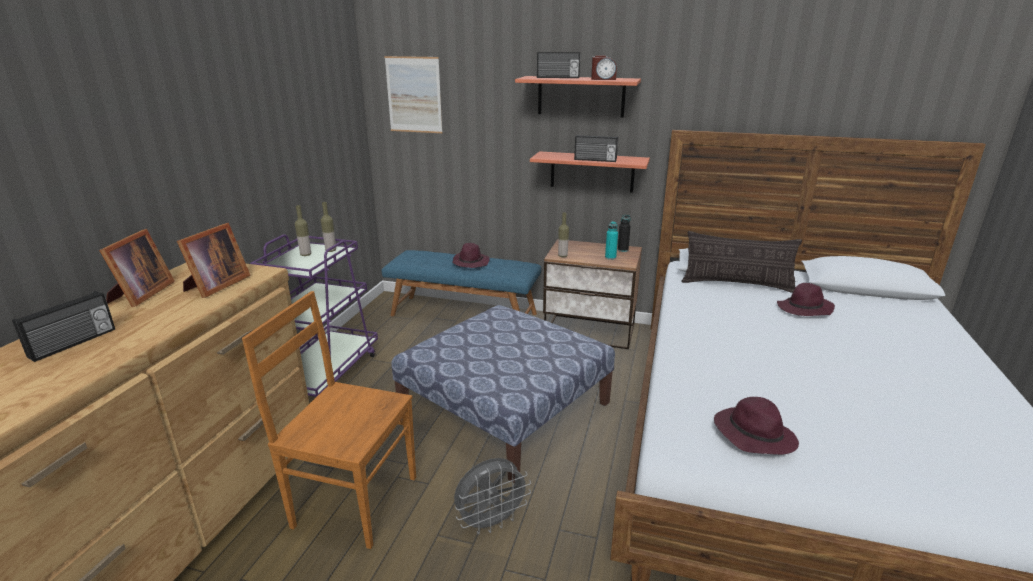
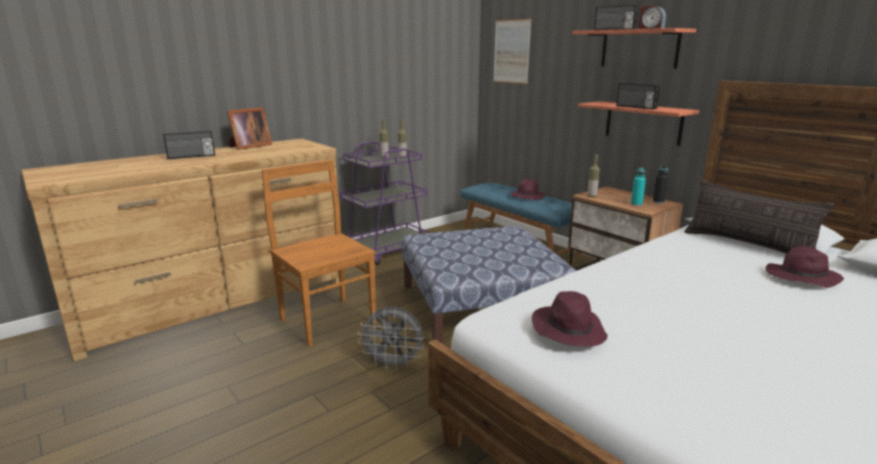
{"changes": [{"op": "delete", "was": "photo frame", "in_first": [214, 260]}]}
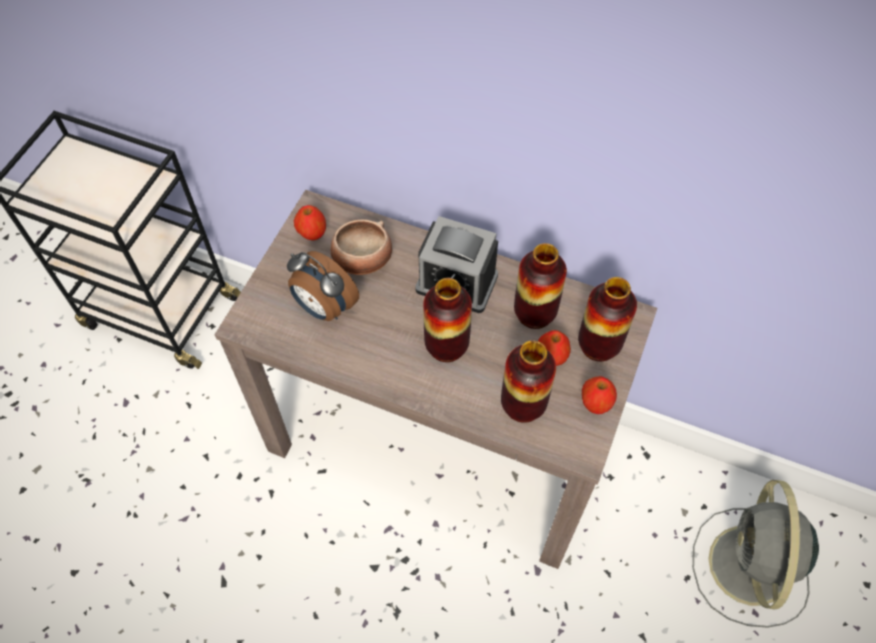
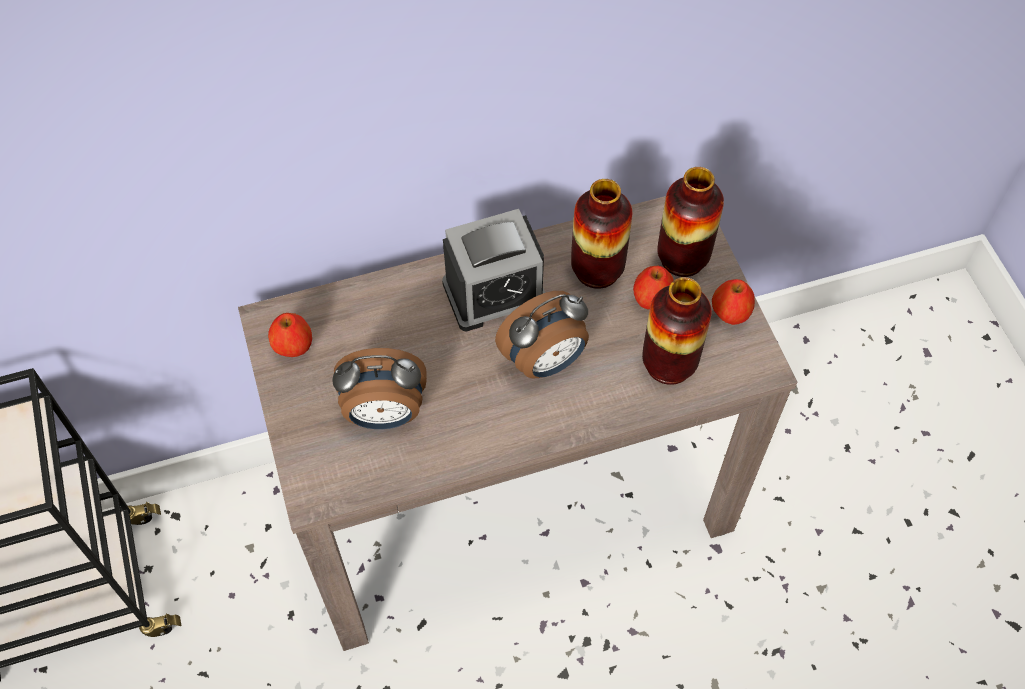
{"changes": [{"op": "delete", "was": "deep dish", "in_first": [361, 247]}, {"op": "delete", "was": "cooling fan in gray", "in_first": [756, 554]}, {"op": "replace", "was": "vase", "now": "alarm clock", "in_first": [447, 320], "in_second": [542, 334]}]}
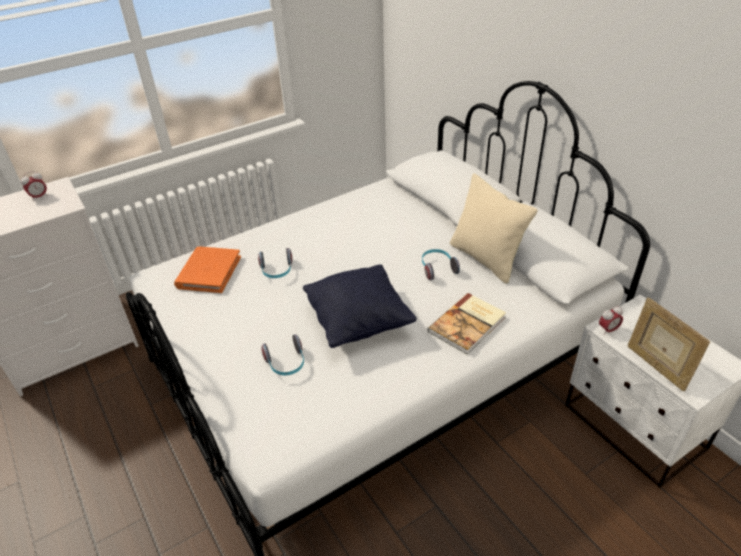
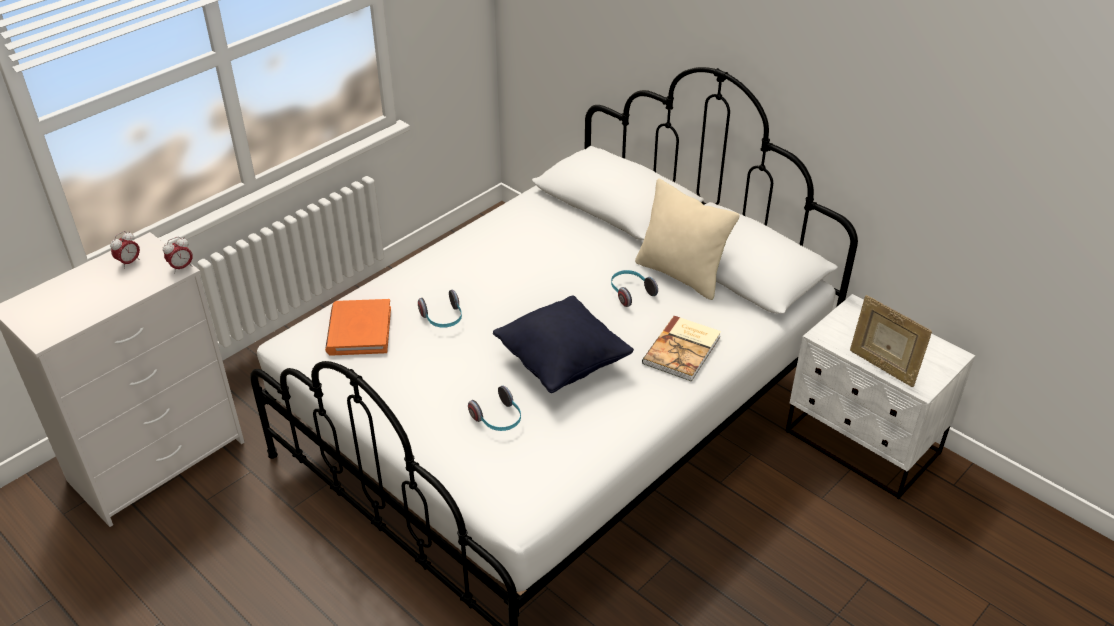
{"changes": [{"op": "move", "was": "alarm clock", "in_first": [611, 320], "in_second": [178, 255]}]}
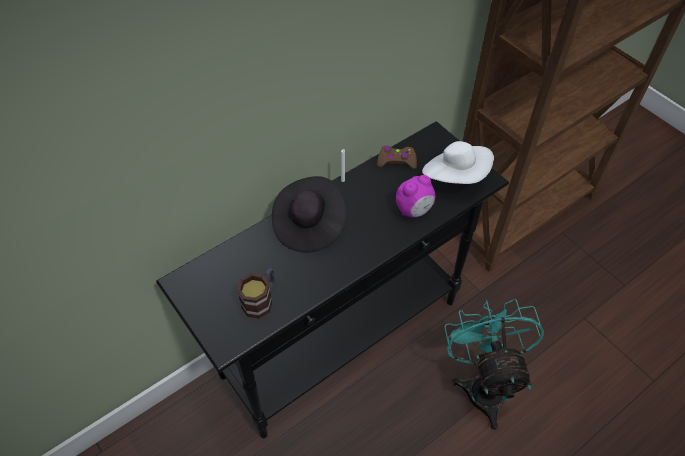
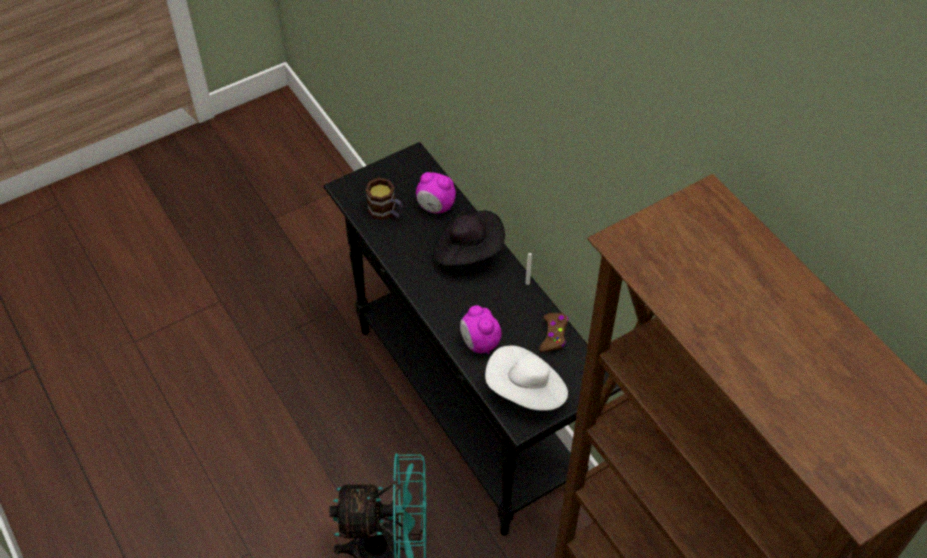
{"changes": [{"op": "insert", "now": "alarm clock", "in_second": [436, 193]}]}
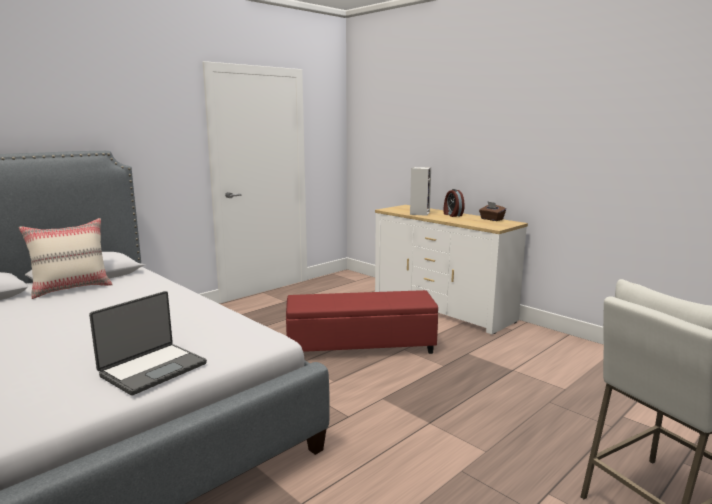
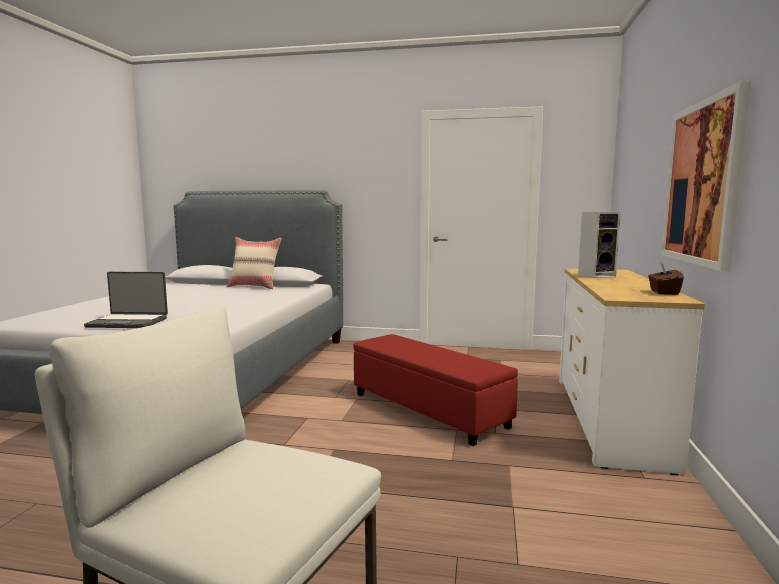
{"changes": [{"op": "delete", "was": "alarm clock", "in_first": [454, 203]}, {"op": "insert", "now": "wall picture", "in_second": [706, 176]}]}
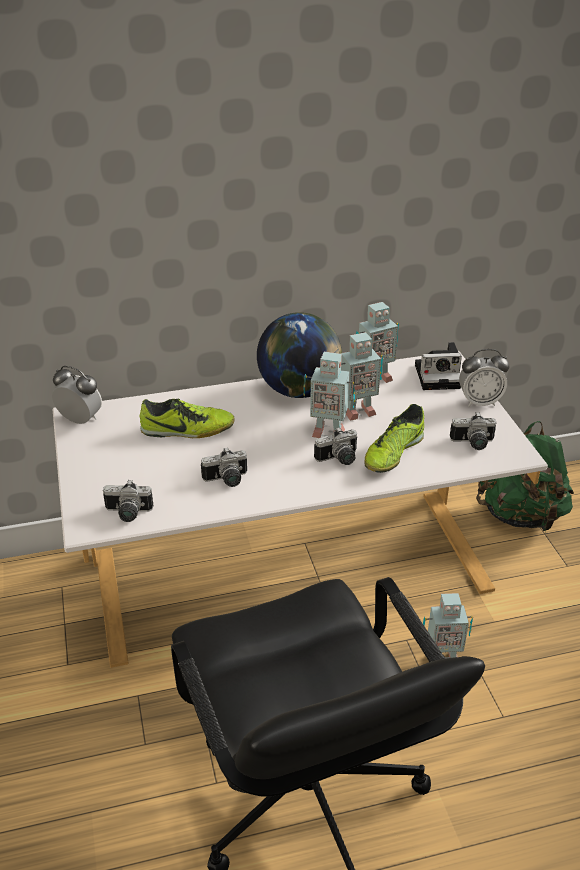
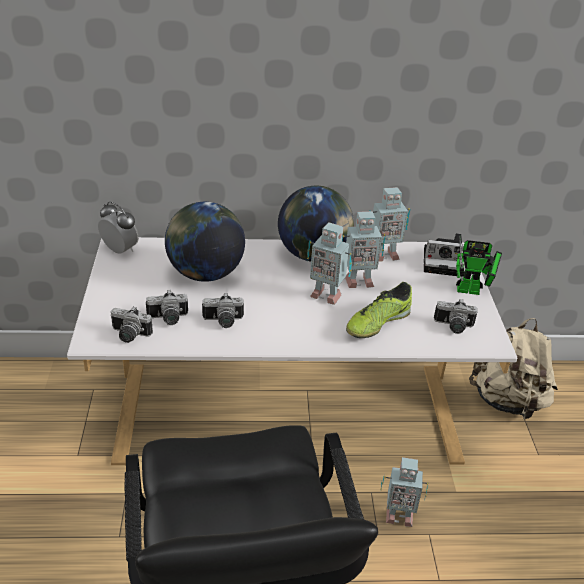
{"changes": [{"op": "move", "was": "photo camera", "in_first": [336, 446], "in_second": [167, 307]}, {"op": "replace", "was": "shoe", "now": "desk globe", "in_first": [187, 418], "in_second": [205, 242]}, {"op": "replace", "was": "alarm clock", "now": "model robot", "in_first": [484, 378], "in_second": [479, 265]}, {"op": "recolor", "was": "backpack in greenish", "now": "backpack in beige-coloured", "in_first": [525, 477], "in_second": [513, 368]}]}
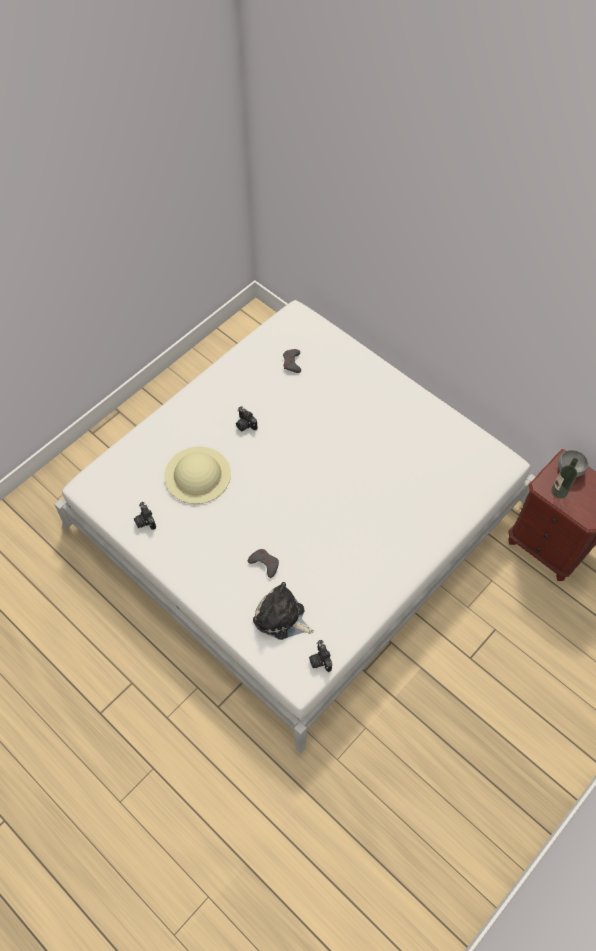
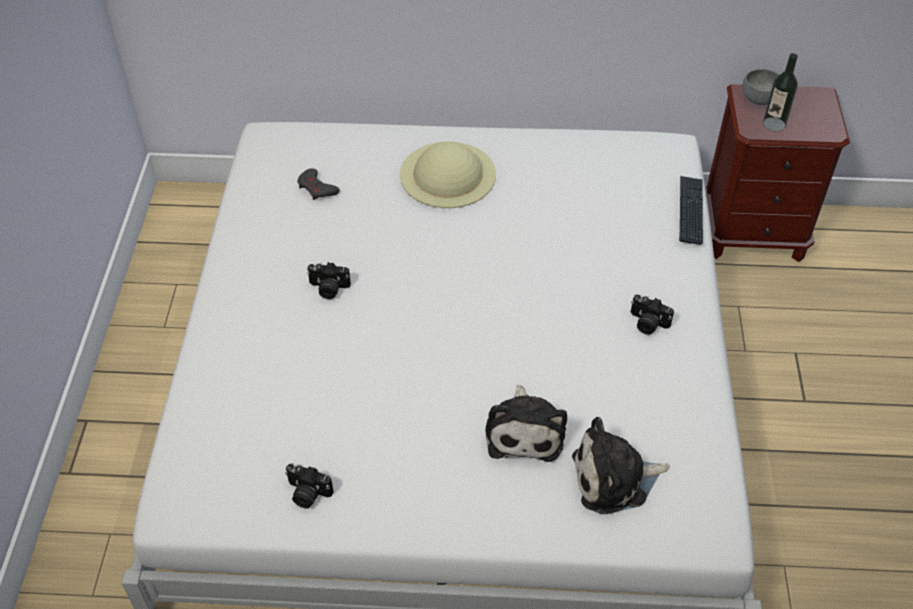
{"changes": [{"op": "insert", "now": "computer keyboard", "in_second": [691, 210]}, {"op": "move", "was": "clothing hat in beige-coloured", "in_first": [197, 475], "in_second": [448, 174]}, {"op": "move", "was": "photo camera", "in_first": [320, 656], "in_second": [652, 314]}, {"op": "replace", "was": "game controller in gray", "now": "cuddly toy", "in_first": [263, 563], "in_second": [526, 423]}]}
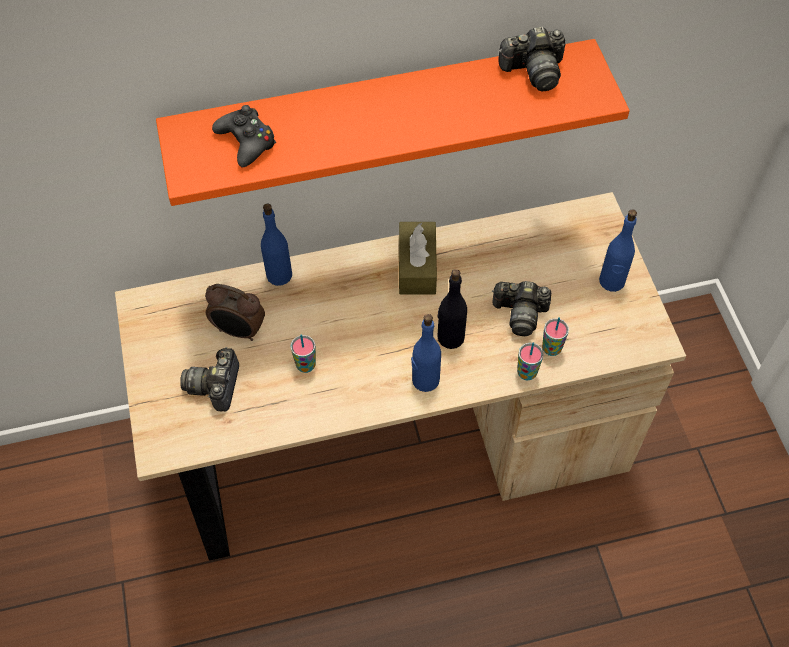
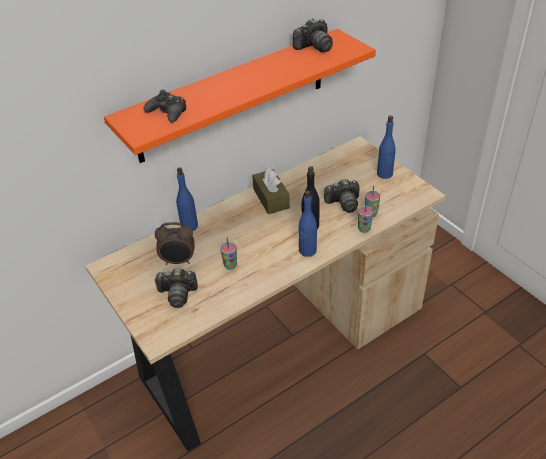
{"changes": [{"op": "rotate", "was": "photo camera", "in_first": [209, 379], "in_second": [176, 288], "clockwise": -75}]}
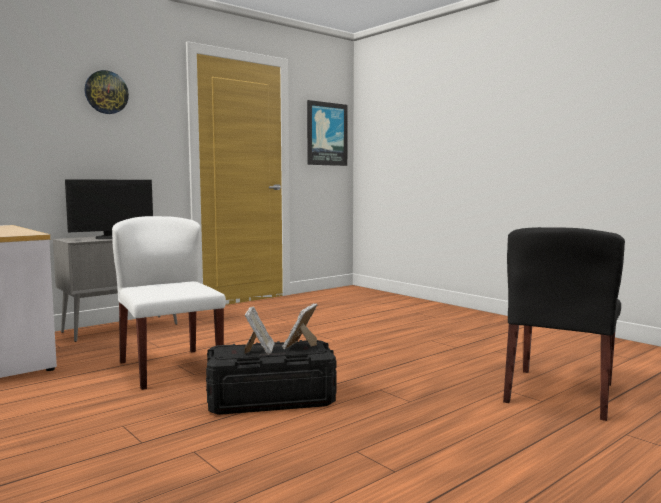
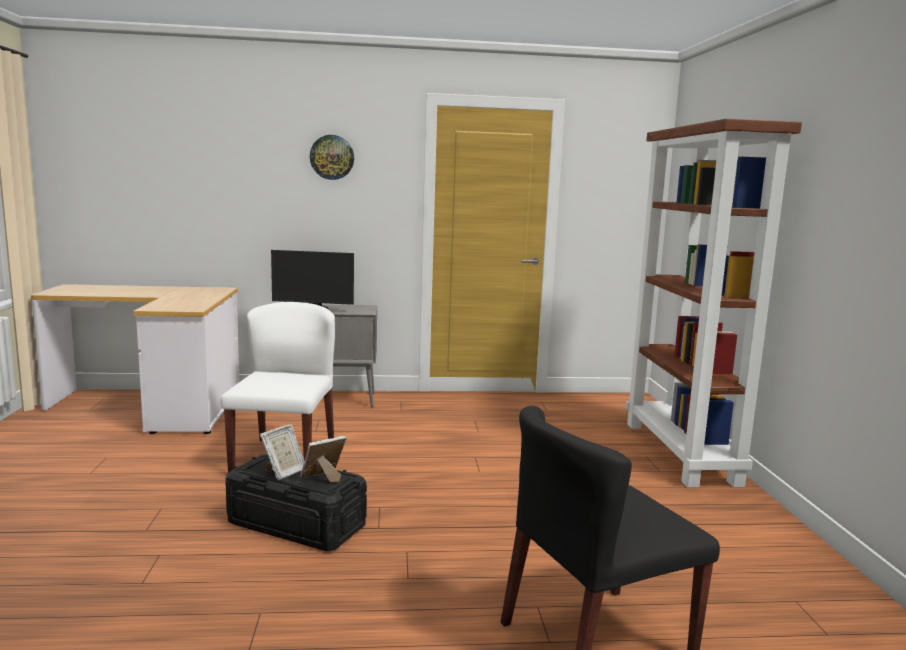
{"changes": [{"op": "delete", "was": "wall picture", "in_first": [327, 133]}, {"op": "insert", "now": "bookcase in brownish", "in_second": [714, 303]}]}
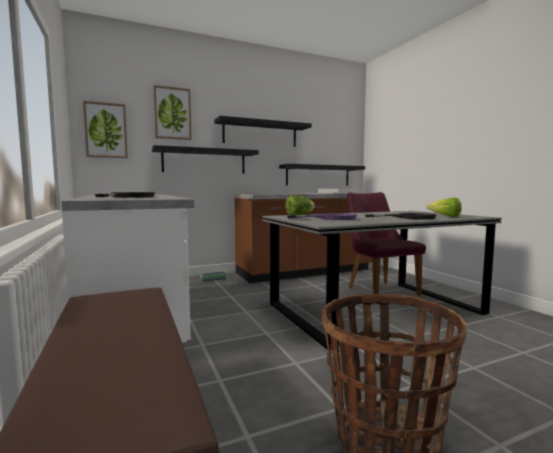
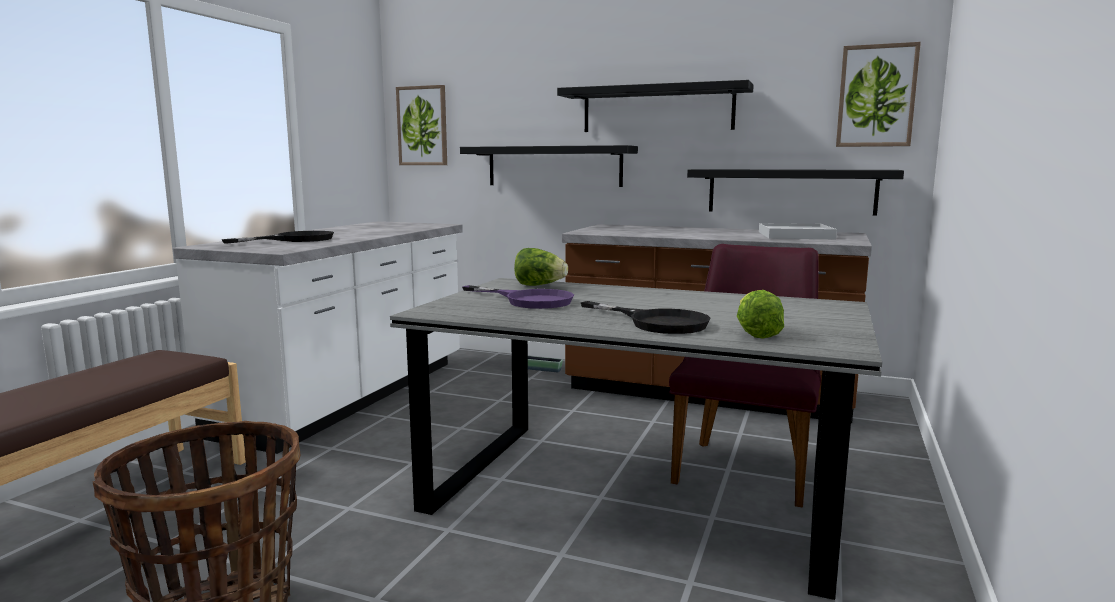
{"changes": [{"op": "move", "was": "wall picture", "in_first": [172, 112], "in_second": [878, 94]}]}
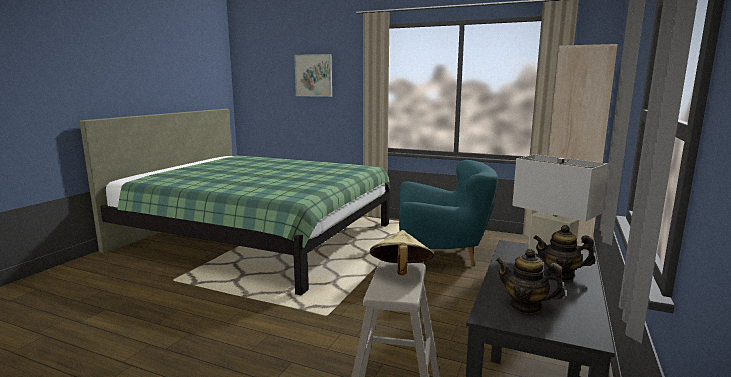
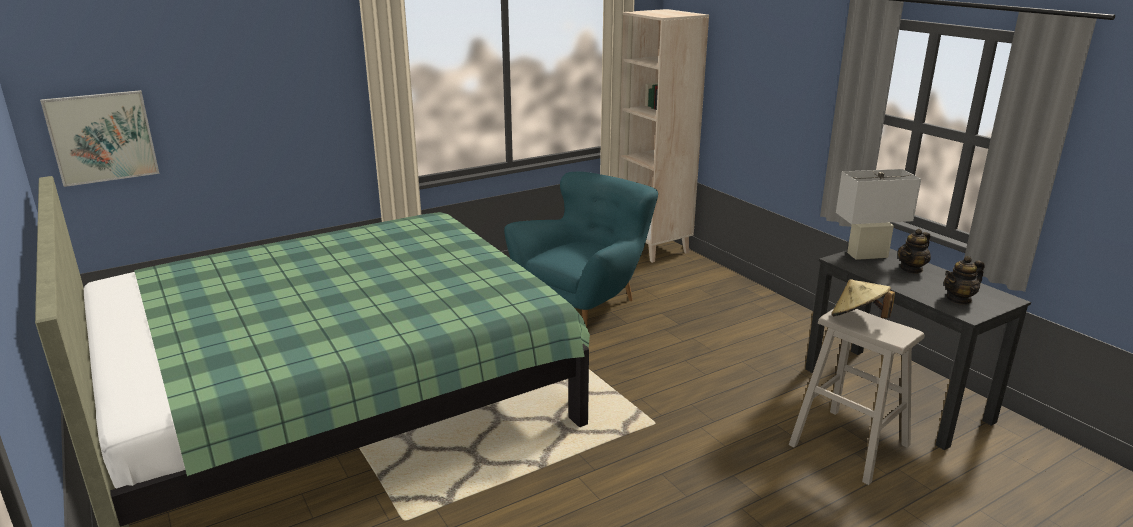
{"changes": [{"op": "move", "was": "wall picture", "in_first": [313, 75], "in_second": [99, 138]}]}
